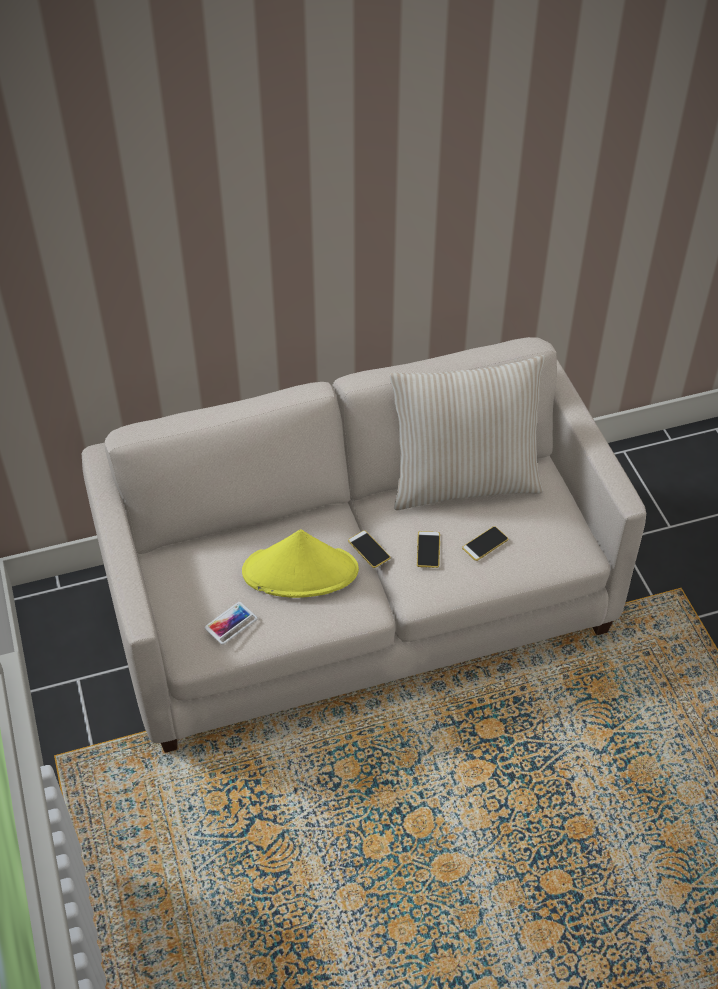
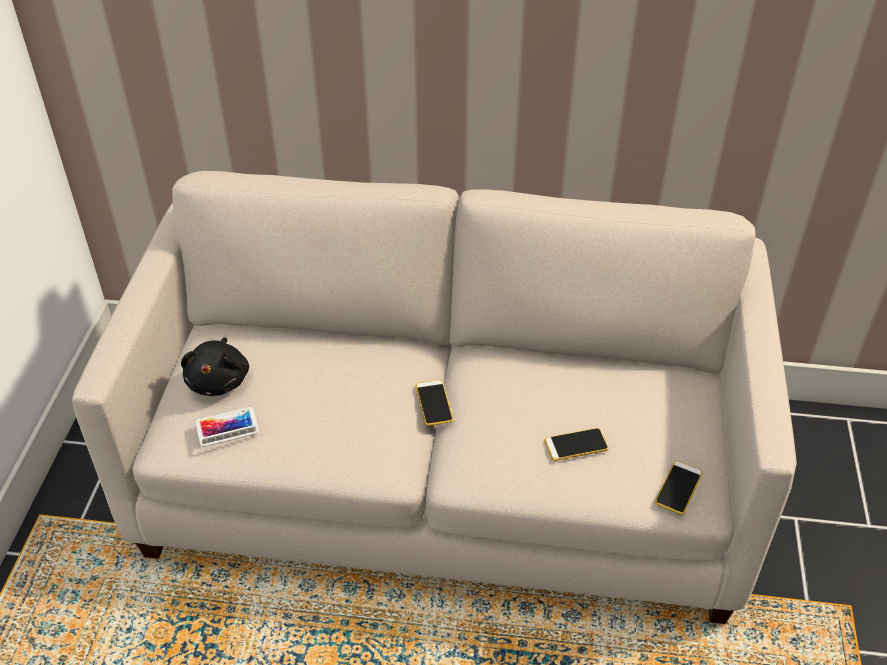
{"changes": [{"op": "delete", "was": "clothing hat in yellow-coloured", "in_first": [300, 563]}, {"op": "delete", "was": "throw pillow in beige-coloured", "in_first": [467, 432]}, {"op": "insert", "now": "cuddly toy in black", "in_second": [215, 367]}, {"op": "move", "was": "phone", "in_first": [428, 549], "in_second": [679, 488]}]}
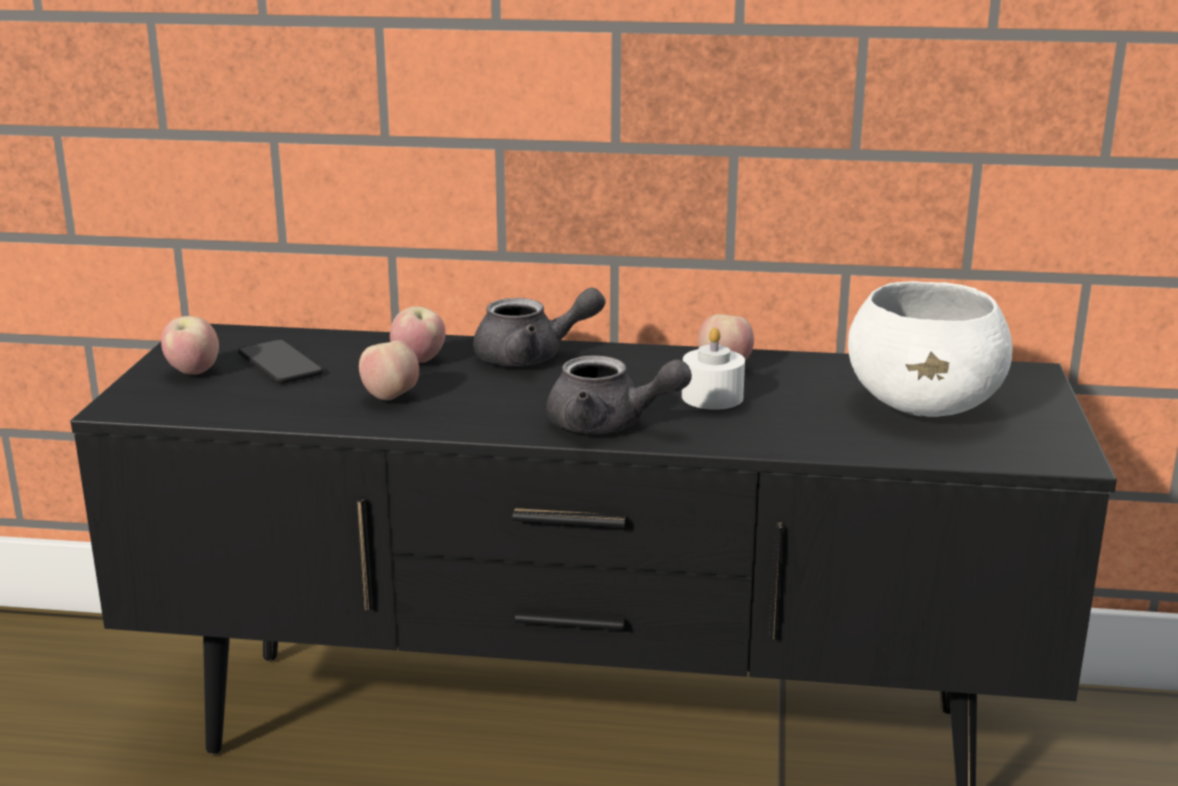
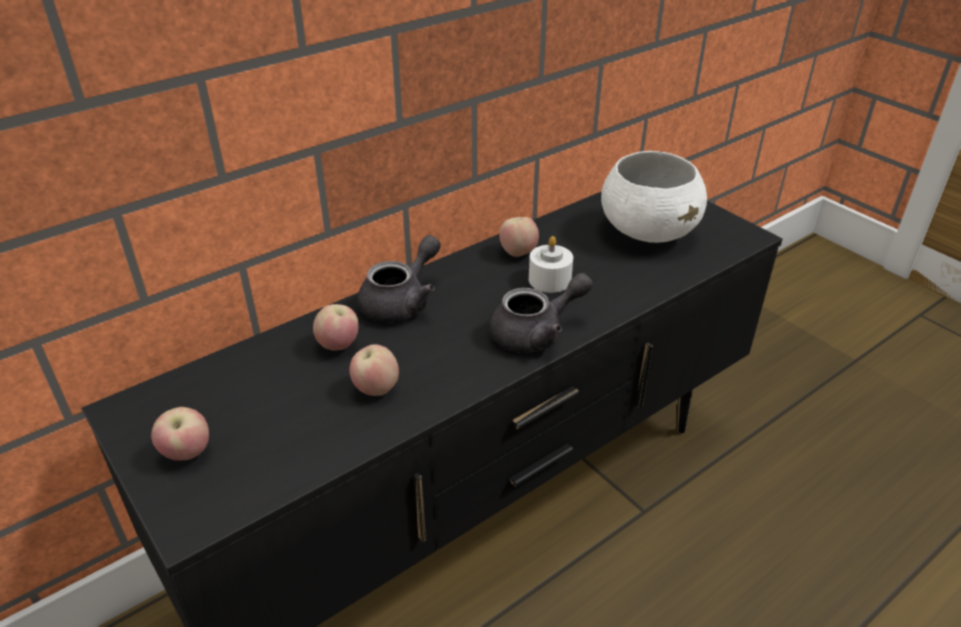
{"changes": [{"op": "delete", "was": "phone", "in_first": [280, 361]}]}
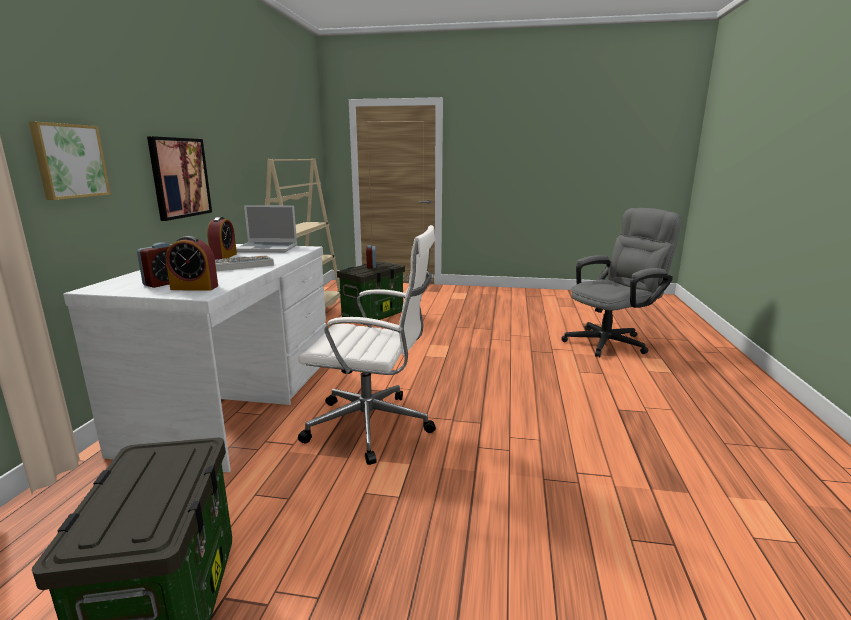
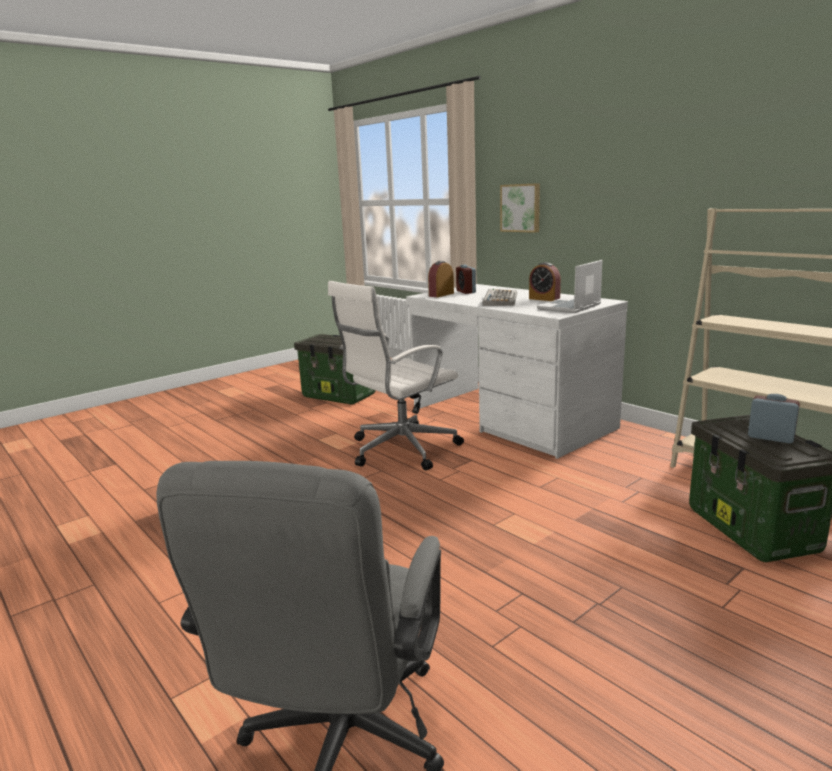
{"changes": [{"op": "delete", "was": "wall picture", "in_first": [179, 178]}]}
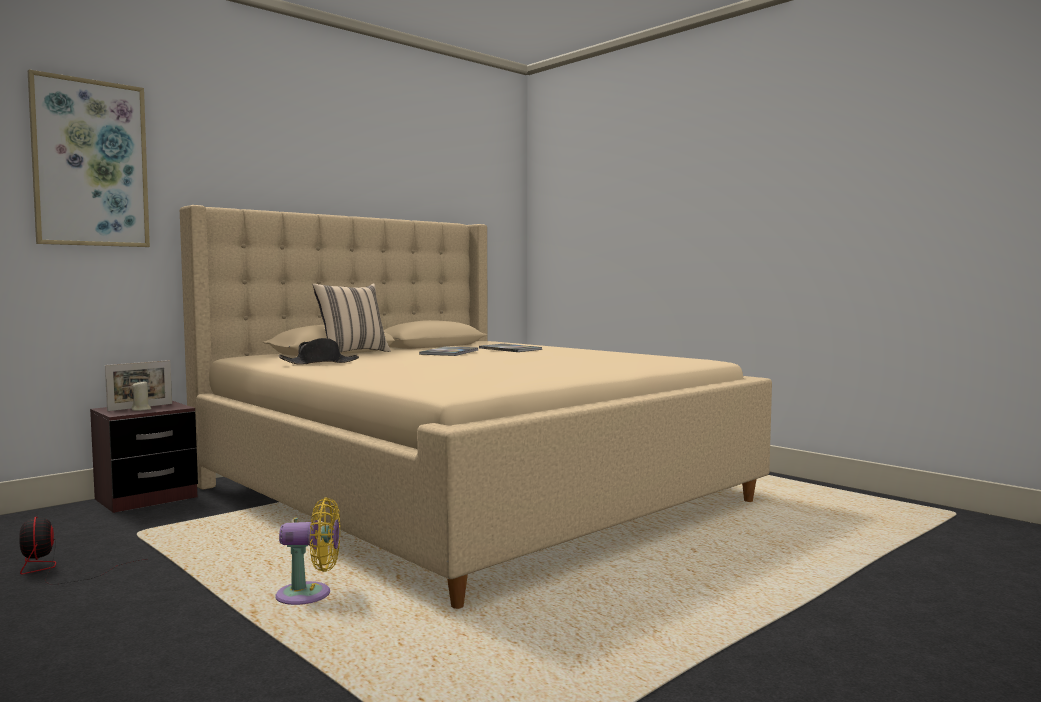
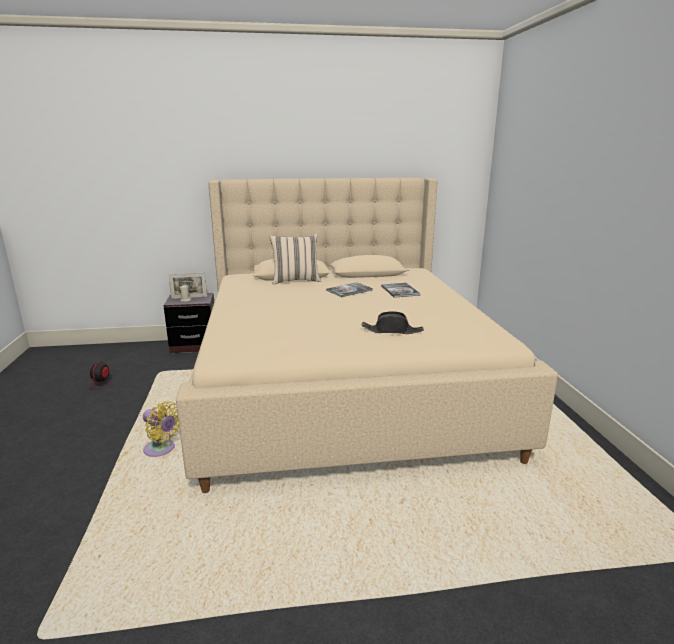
{"changes": [{"op": "delete", "was": "wall picture", "in_first": [89, 158]}, {"op": "move", "was": "clothing hat in black", "in_first": [319, 351], "in_second": [393, 322]}]}
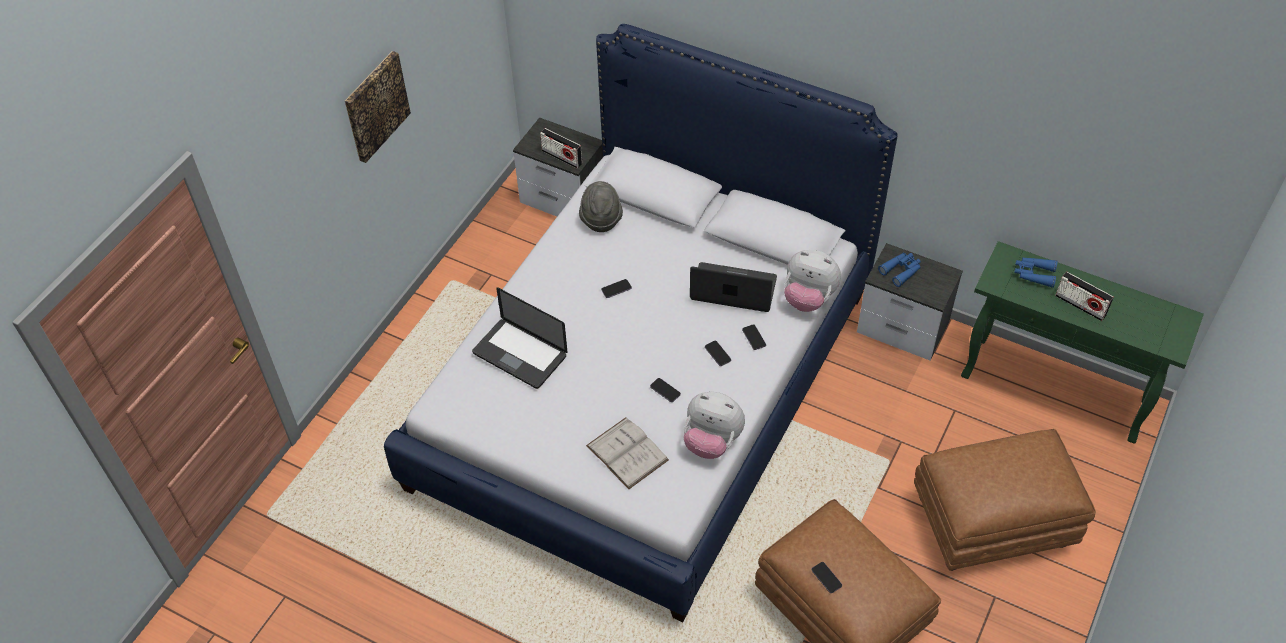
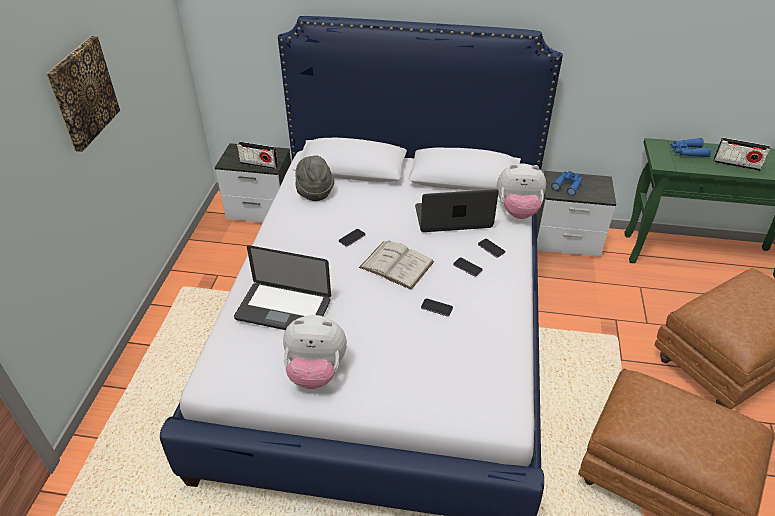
{"changes": [{"op": "delete", "was": "phone", "in_first": [826, 577]}, {"op": "move", "was": "volume in white-coloured", "in_first": [627, 453], "in_second": [396, 265]}, {"op": "move", "was": "cuddly toy", "in_first": [714, 425], "in_second": [315, 352]}]}
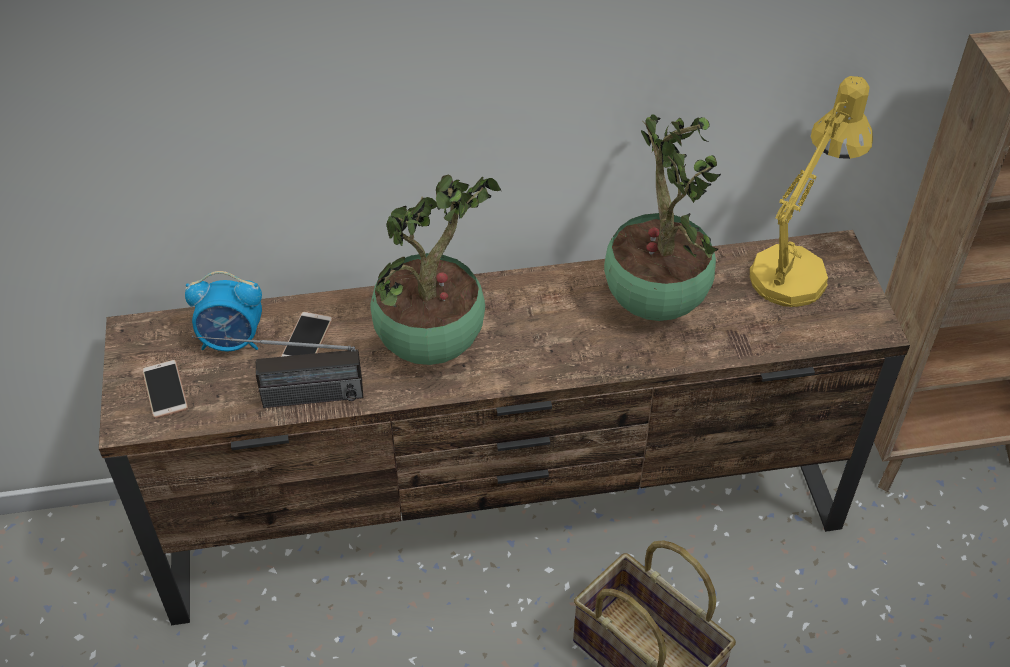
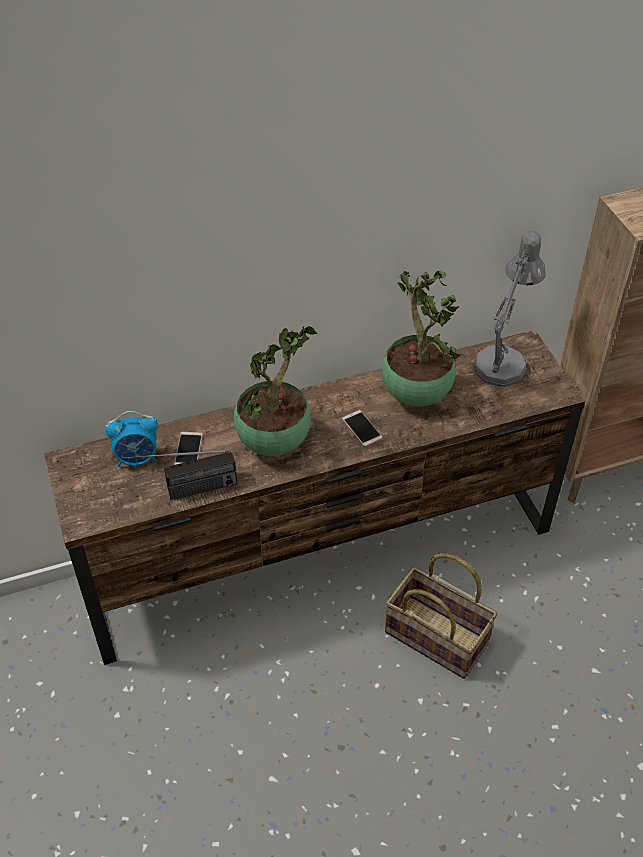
{"changes": [{"op": "move", "was": "phone", "in_first": [165, 389], "in_second": [362, 428]}, {"op": "recolor", "was": "lamp for a table in yellow-coloured", "now": "lamp for a table in gray", "in_first": [811, 191], "in_second": [510, 309]}]}
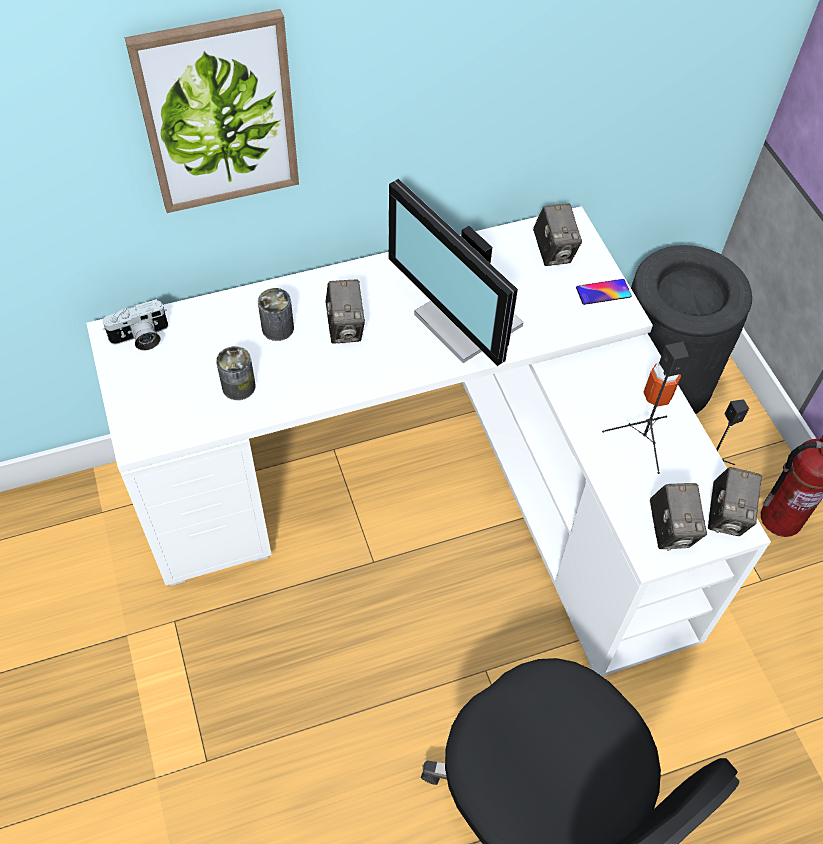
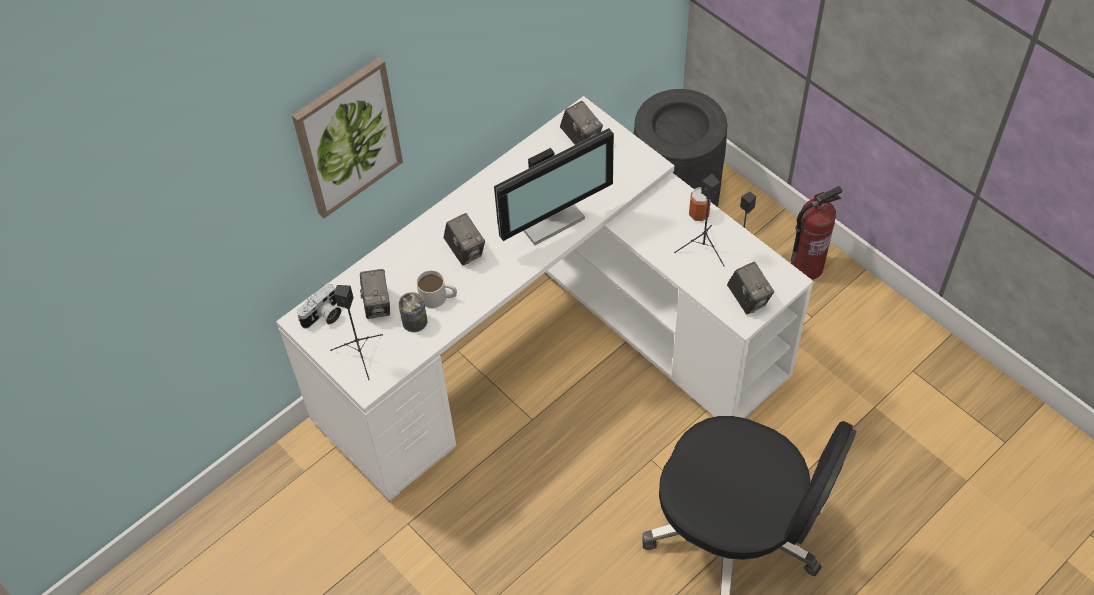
{"changes": [{"op": "delete", "was": "can", "in_first": [276, 314]}, {"op": "delete", "was": "phone", "in_first": [604, 292]}, {"op": "insert", "now": "audio speaker in black", "in_second": [356, 332]}, {"op": "insert", "now": "tea mug in white-coloured", "in_second": [437, 289]}, {"op": "move", "was": "photo camera", "in_first": [735, 501], "in_second": [375, 294]}, {"op": "rotate", "was": "computer screen", "in_first": [456, 272], "in_second": [554, 186], "clockwise": -60}]}
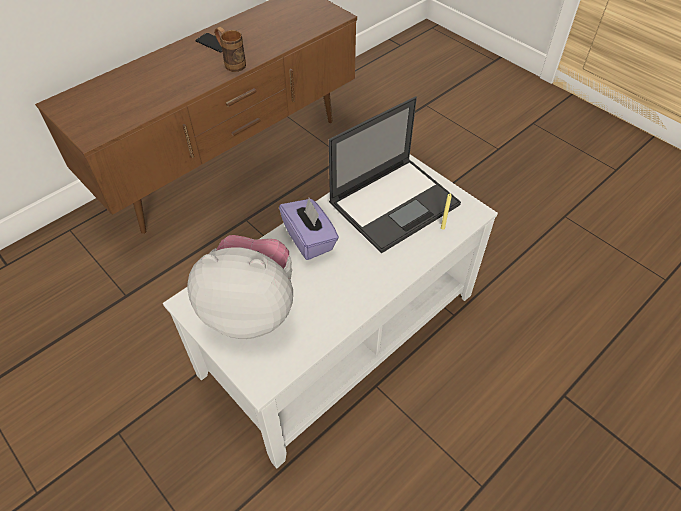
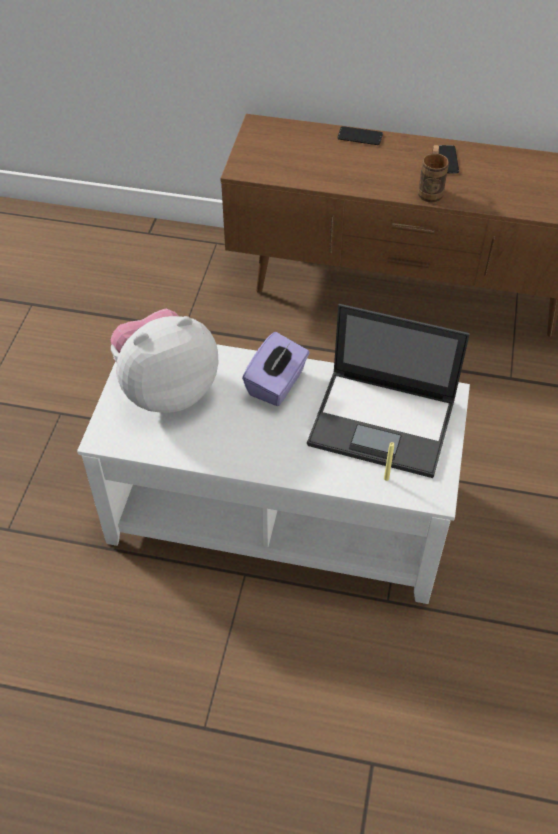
{"changes": [{"op": "insert", "now": "phone", "in_second": [360, 135]}, {"op": "rotate", "was": "cuddly toy", "in_first": [240, 287], "in_second": [164, 361], "clockwise": -90}]}
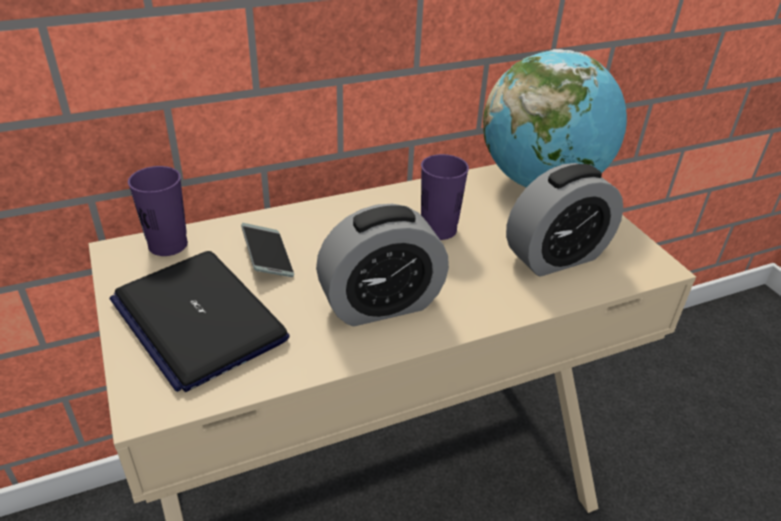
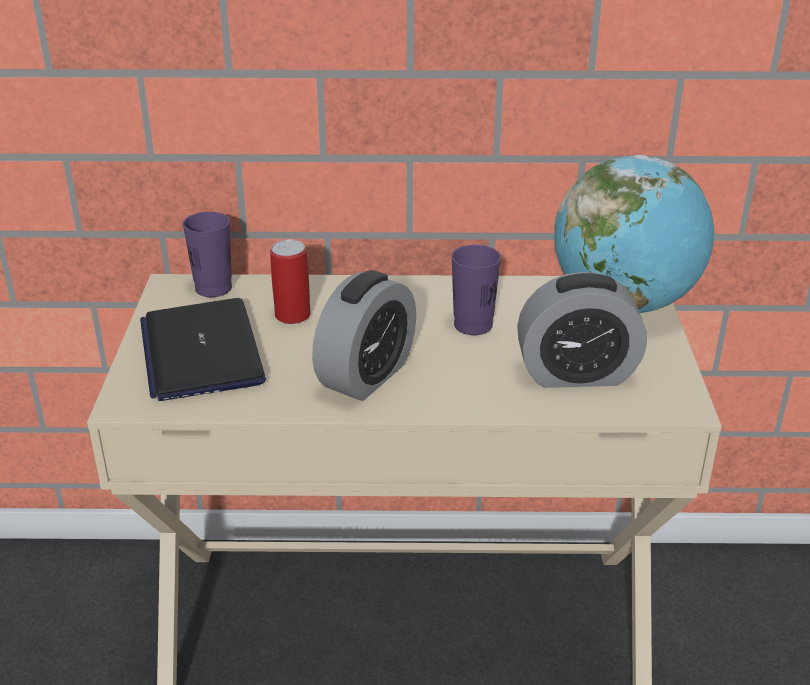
{"changes": [{"op": "replace", "was": "phone", "now": "can", "in_first": [267, 250], "in_second": [290, 281]}, {"op": "rotate", "was": "alarm clock", "in_first": [382, 265], "in_second": [364, 335], "clockwise": -60}]}
